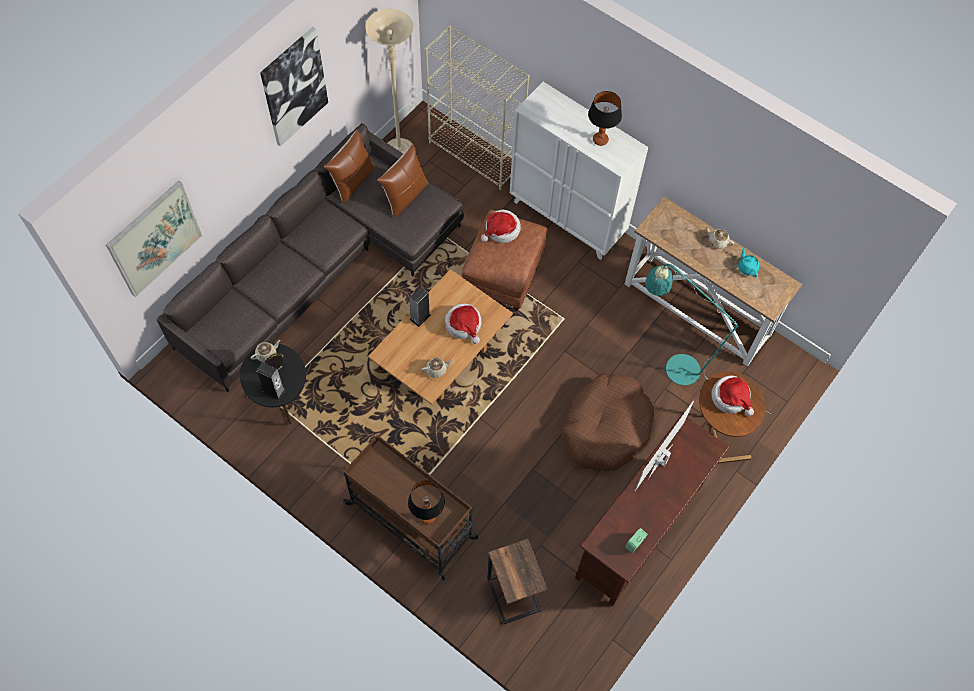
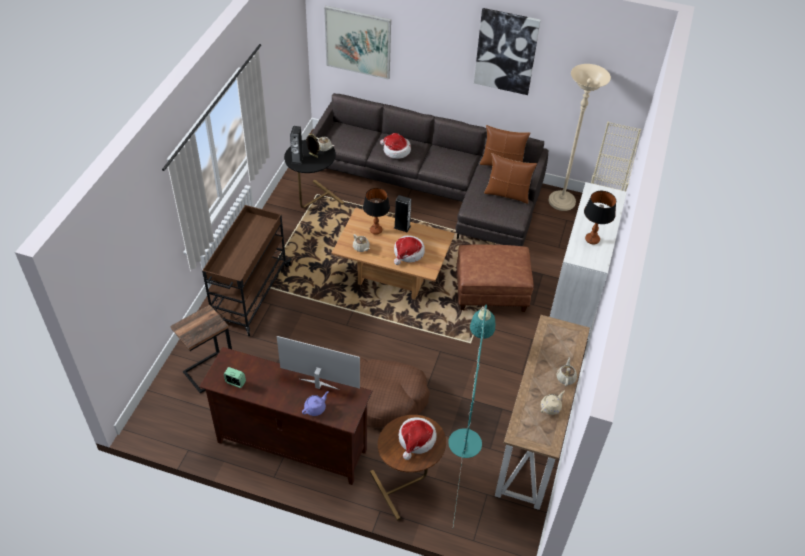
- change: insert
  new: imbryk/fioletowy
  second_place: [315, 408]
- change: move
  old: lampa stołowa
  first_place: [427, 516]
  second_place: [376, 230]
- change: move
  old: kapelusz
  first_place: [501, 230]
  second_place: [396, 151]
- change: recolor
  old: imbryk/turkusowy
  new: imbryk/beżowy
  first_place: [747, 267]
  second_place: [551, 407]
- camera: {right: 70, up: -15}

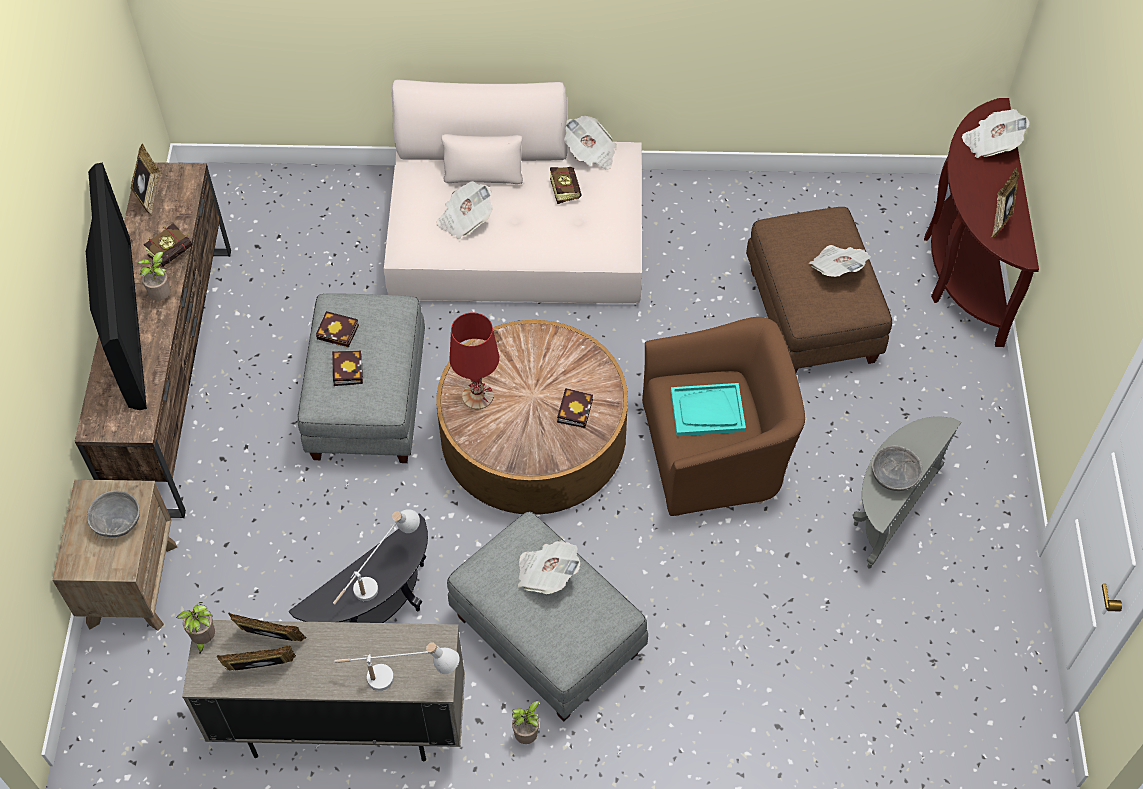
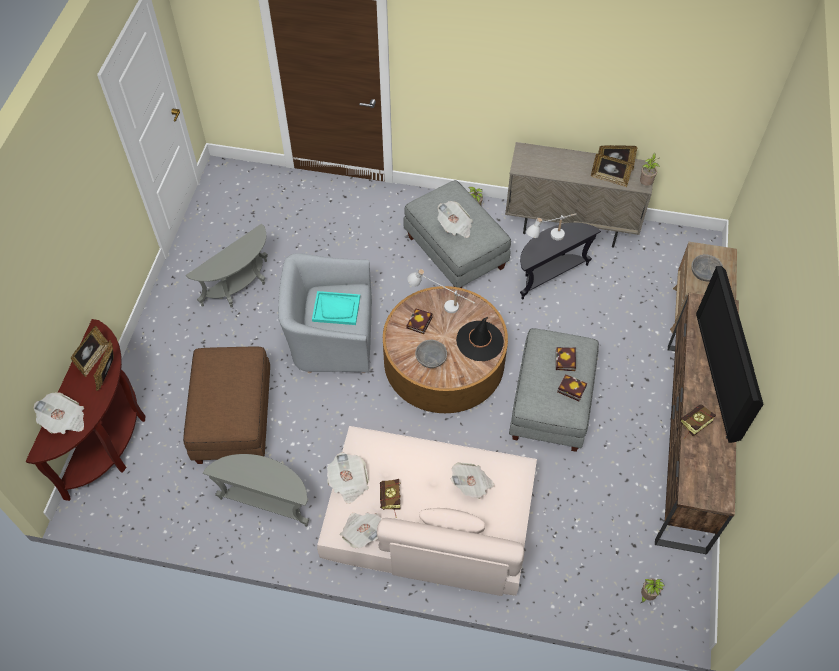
- change: insert
  new: stolik/szary
  second_place: [267, 501]
- change: move
  old: ramka na zdjęcie
  first_place: [149, 194]
  second_place: [108, 374]
- change: move
  old: roślina doniczkowa
  first_place: [163, 296]
  second_place: [646, 595]
- change: move
  old: lampa stołowa/biały
  first_place: [400, 680]
  second_place: [440, 305]
- change: move
  old: gazeta
  first_place: [837, 269]
  second_place: [348, 483]
- change: move
  old: miska/szary
  first_place: [894, 476]
  second_place: [430, 359]
- change: replace
  old: lampa stołowa/czerwony
  new: kapelusz/czarny
  first_place: [478, 396]
  second_place: [480, 341]
- change: recolor
  old: fotel/brązowy
  new: fotel/szary
  first_place: [715, 451]
  second_place: [331, 337]
- camera: {right: -170, up: 0}

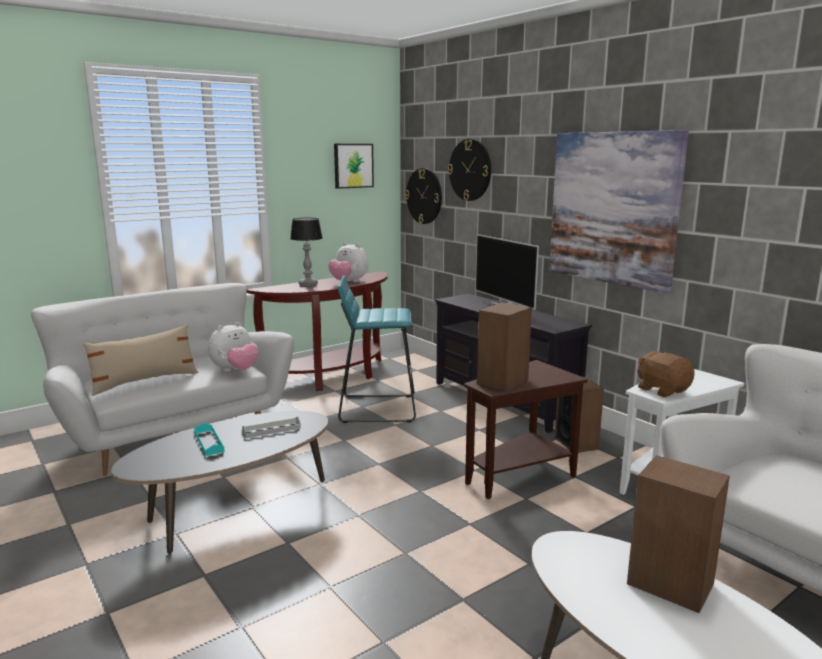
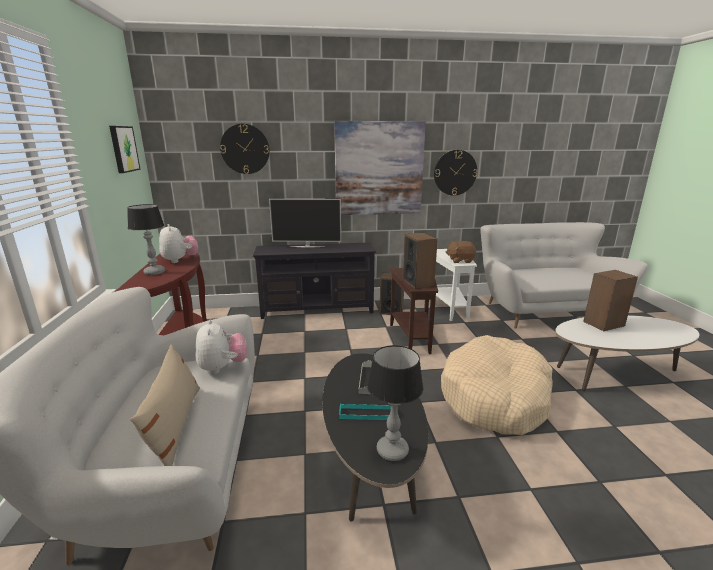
- change: delete
  old: stołek/turkusowy
  first_place: [377, 408]
- change: insert
  new: lampa stołowa
  second_place: [393, 451]
- change: insert
  new: legowisko/beżowy
  second_place: [495, 397]
- change: move
  old: zegar ścienny
  first_place: [424, 196]
  second_place: [455, 172]
- change: rotate
  old: pluszak
  first_place: [348, 282]
  second_place: [180, 260]
  degrees: -90
- camera: {right: -60, up: 5}

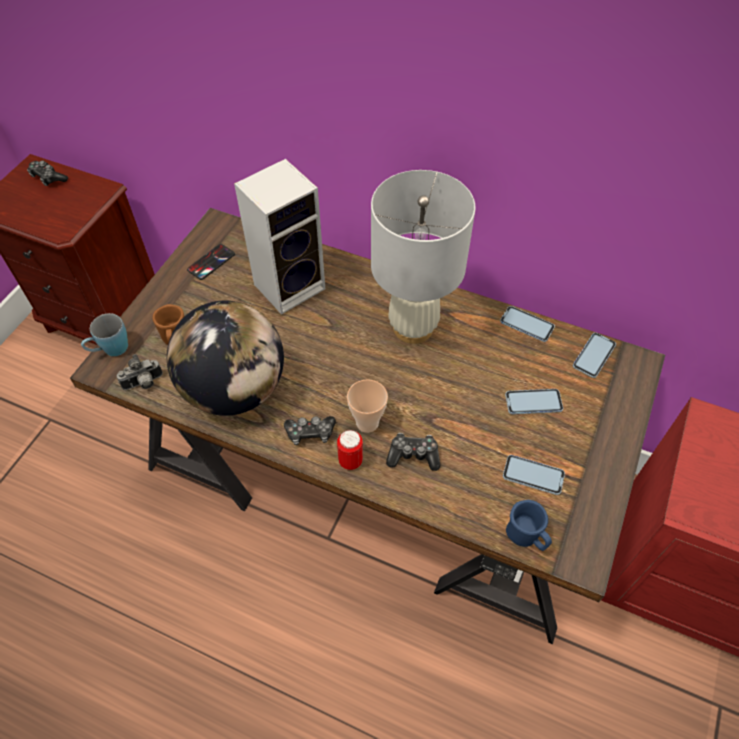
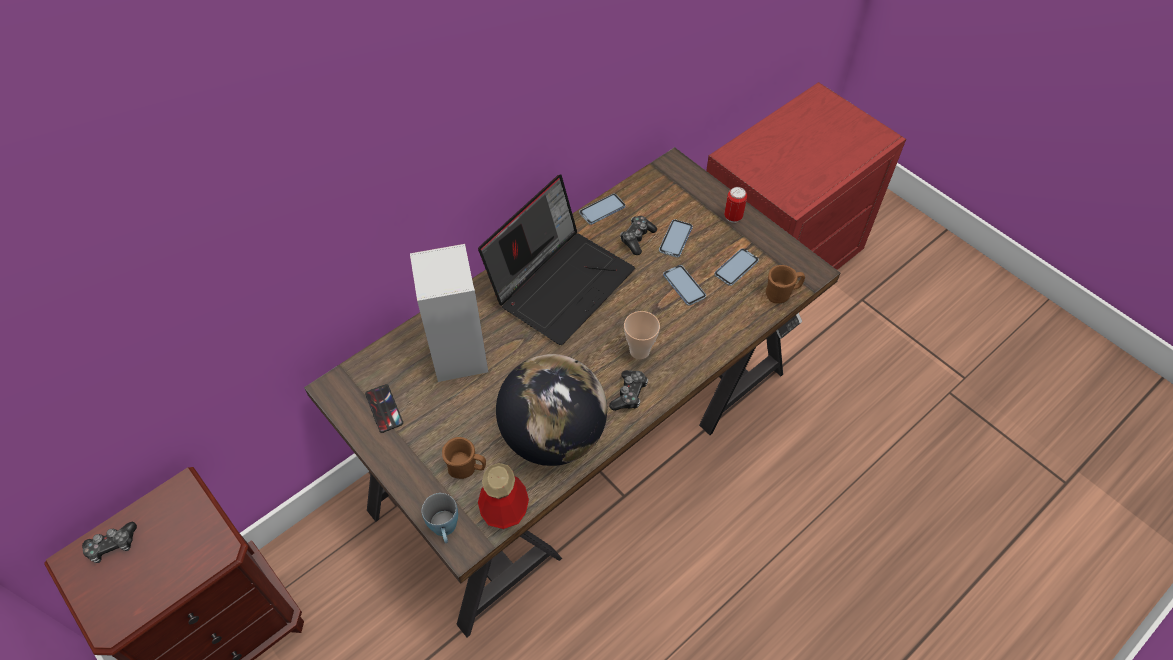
- change: move
  old: puszka
  first_place: [350, 461]
  second_place: [733, 217]
- change: move
  old: pad do gier
  first_place: [413, 455]
  second_place: [637, 238]
- change: move
  old: telefon
  first_place: [594, 356]
  second_place: [684, 286]
- change: replace
  old: aparat fotograficzny
  new: butelka
  first_place: [144, 383]
  second_place: [505, 510]
- change: replace
  old: lampa stołowa/biały
  new: laptop
  first_place: [413, 327]
  second_place: [561, 282]
- change: recolor
  old: kubek/niebieski
  new: kubek/brązowy
  first_place: [526, 537]
  second_place: [781, 294]
- camera: {right: -65, up: 0}

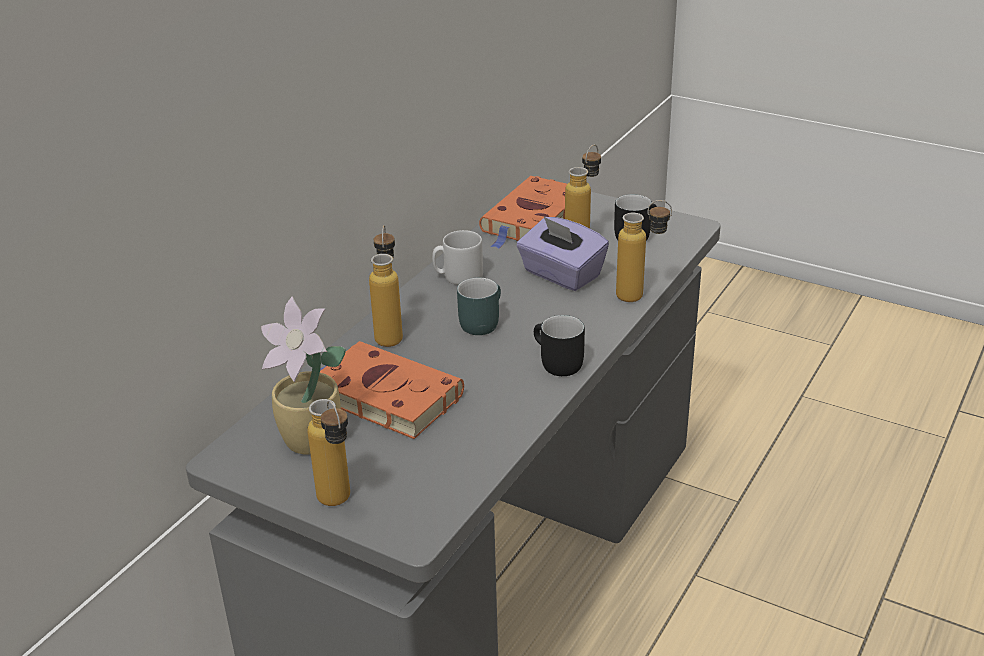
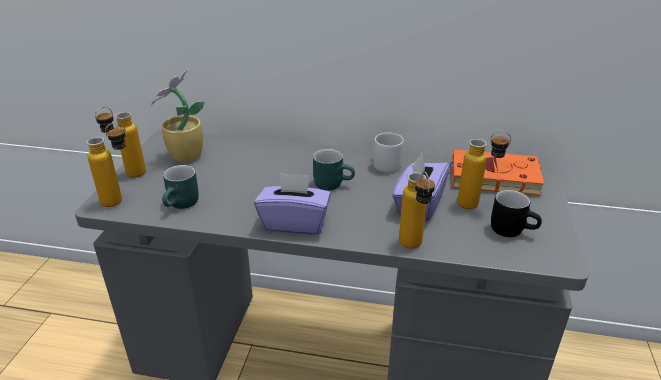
- change: delete
  old: książka/pomarańczowy
  first_place: [383, 395]
- change: insert
  new: kubek/turkusowy
  second_place: [183, 204]
- change: move
  old: butelka
  first_place: [390, 333]
  second_place: [121, 200]
- change: replace
  old: kubek/czarny
  new: pudełko chusteczek/fioletowy
  first_place: [555, 364]
  second_place: [295, 223]
- camera: {right: 70, up: 0}

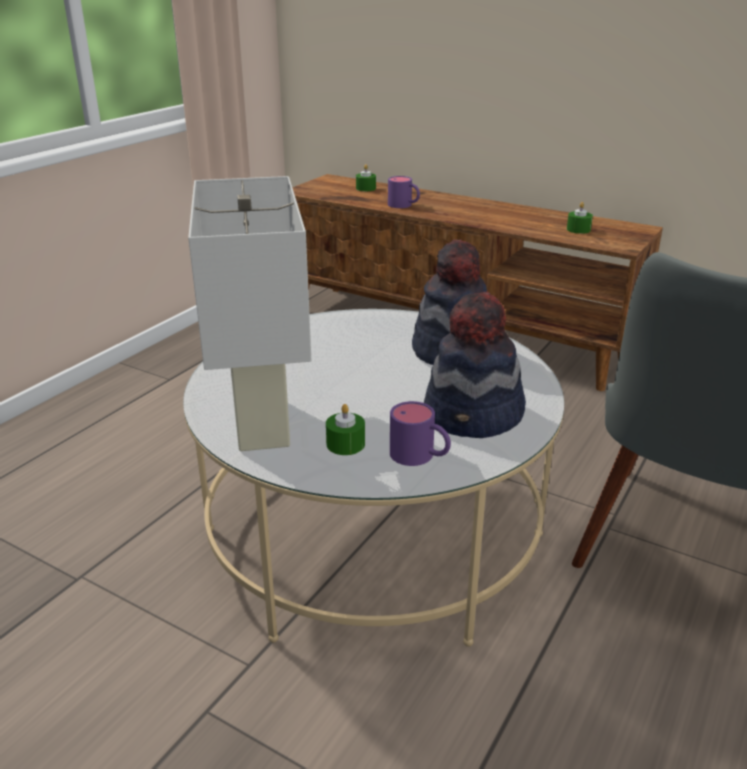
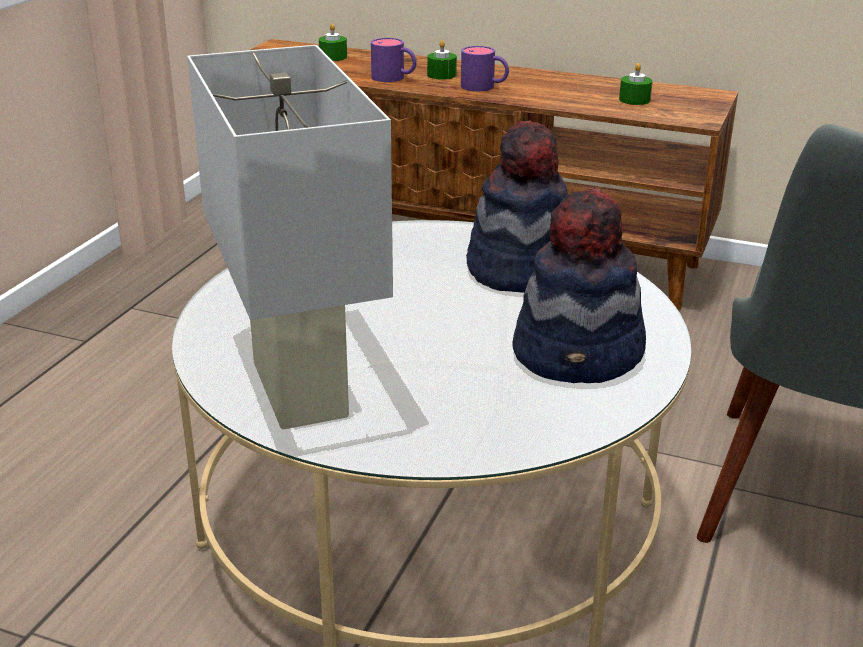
- change: move
  old: świeca/zielony
  first_place: [345, 444]
  second_place: [441, 75]
- change: move
  old: kubek/fioletowy
  first_place: [420, 456]
  second_place: [484, 87]
- camera: {right: -10, up: 0}

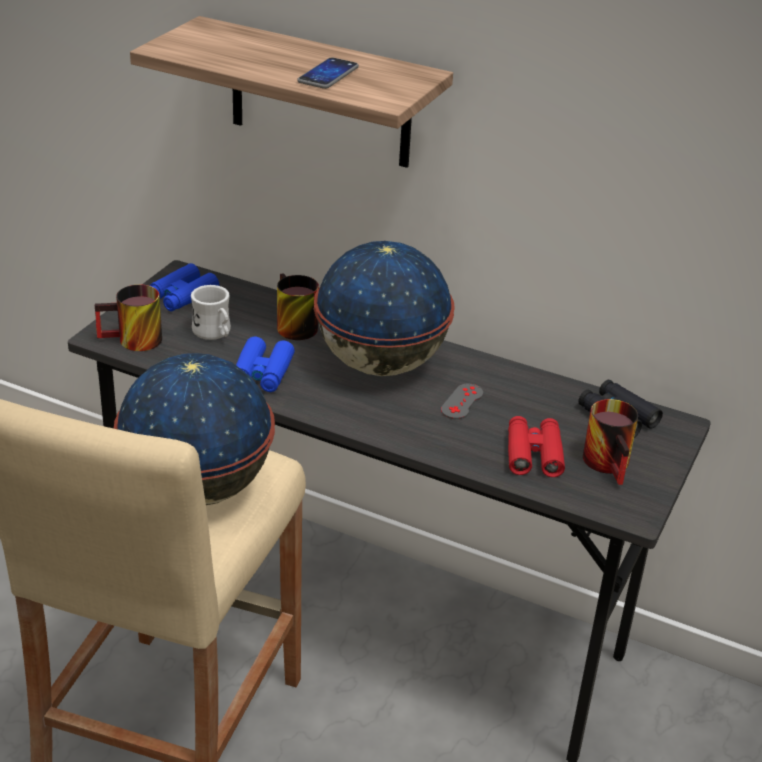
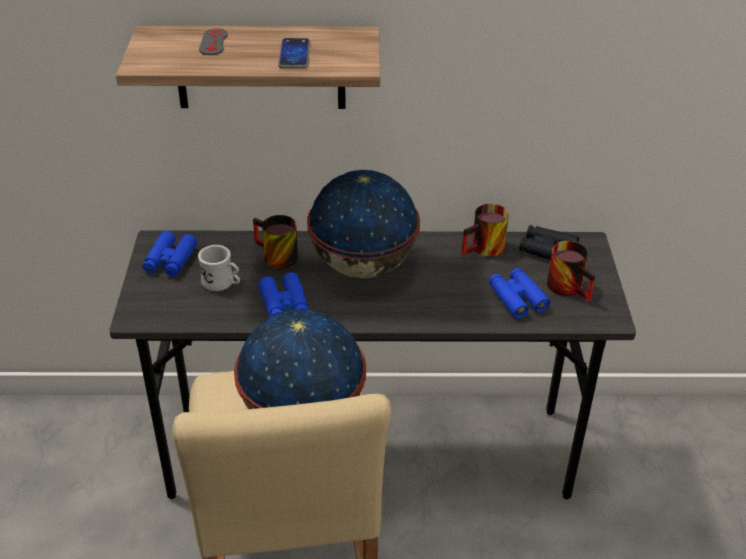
- change: move
  old: kubek
  first_place: [132, 342]
  second_place: [485, 250]
- change: move
  old: pad do gier/szary
  first_place: [462, 402]
  second_place: [213, 42]
- change: recolor
  old: lornetka/czerwony
  new: lornetka/niebieski
  first_place: [533, 454]
  second_place: [517, 298]
- camera: {right: -25, up: 5}

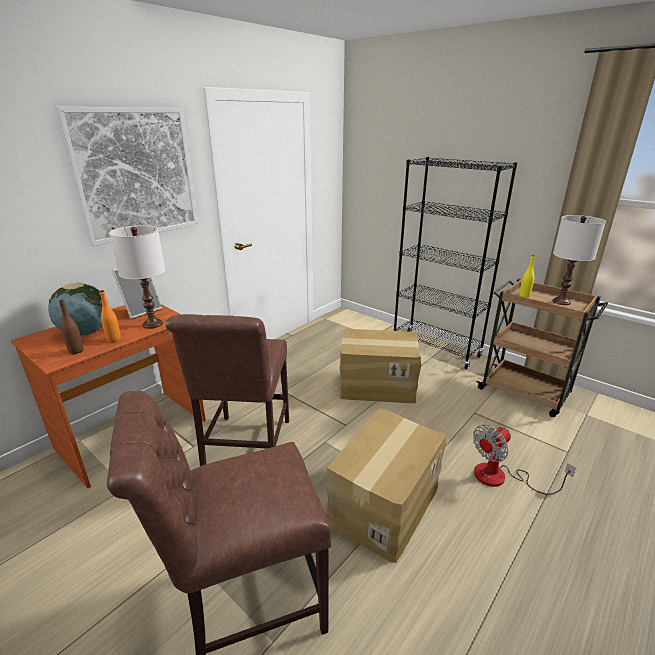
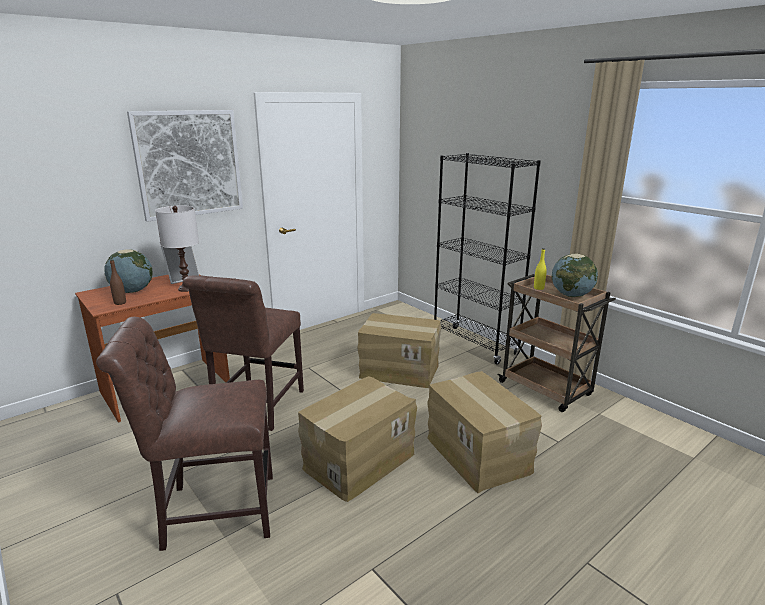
- change: delete
  old: butelka/pomarańczowy
  first_place: [114, 339]
- change: replace
  old: wentylator
  new: karton
  first_place: [501, 477]
  second_place: [479, 454]
- change: replace
  old: lampa stołowa/biały
  new: globus
  first_place: [561, 302]
  second_place: [571, 295]
- camera: {right: 10, up: -5}

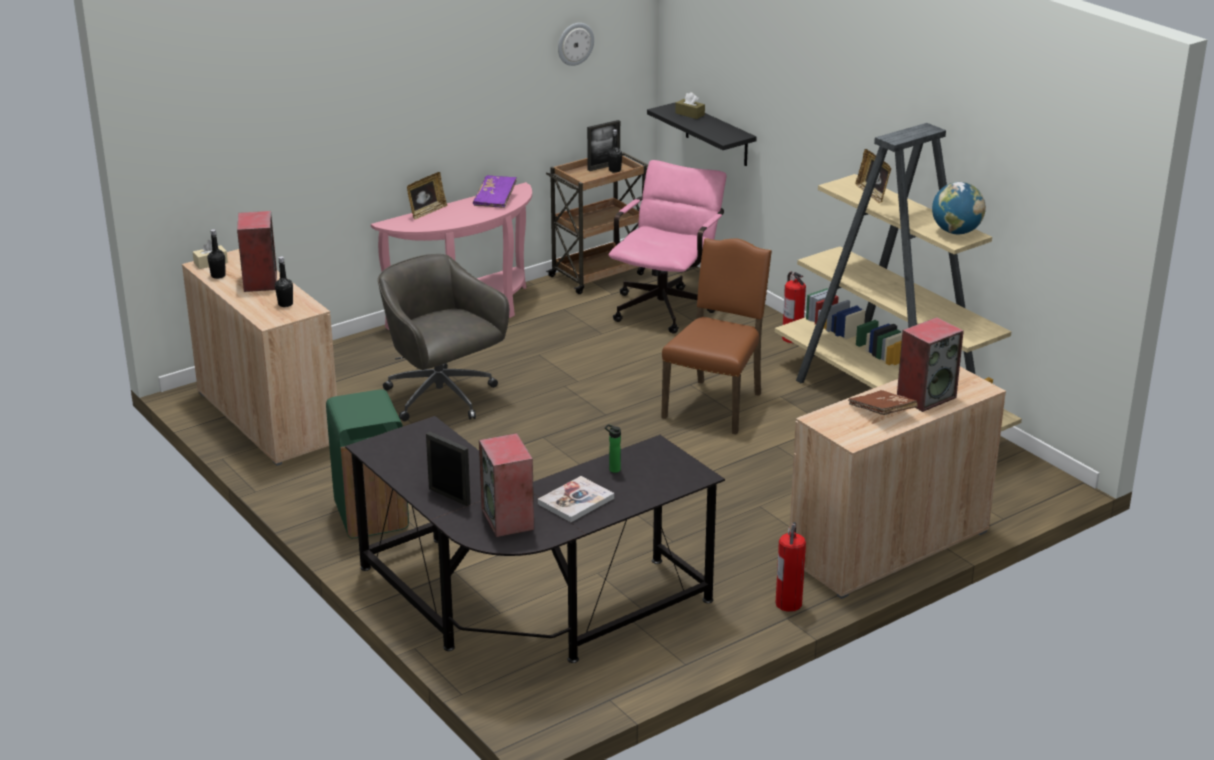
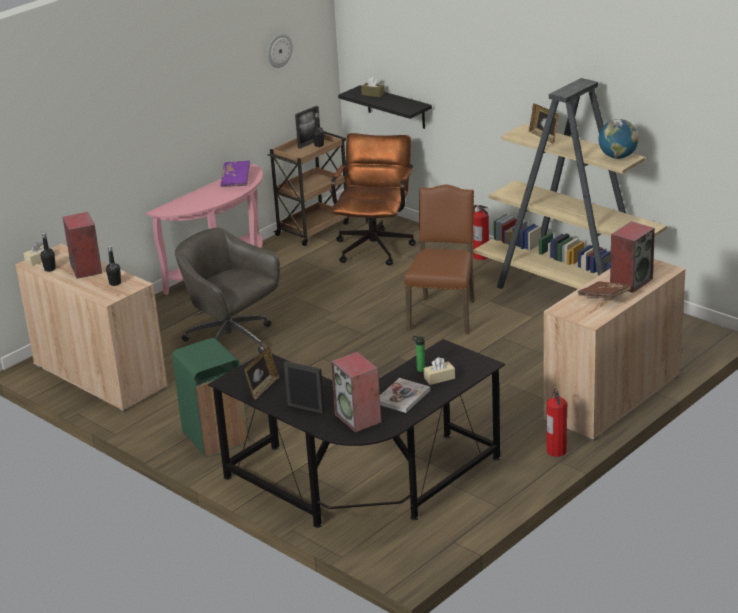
- change: insert
  new: pudełko chusteczek/beżowy
  second_place: [439, 378]
- change: move
  old: ramka na zdjęcie
  first_place: [426, 212]
  second_place: [262, 388]
- change: recolor
  old: krzesło biurowe/różowy
  new: krzesło biurowe/brązowy
  first_place: [666, 306]
  second_place: [376, 245]
- camera: {right: -10, up: 0}

